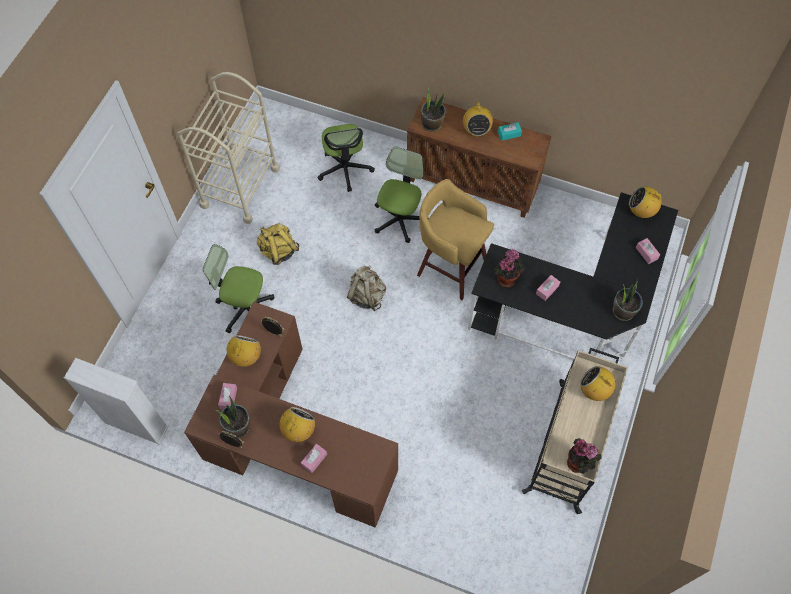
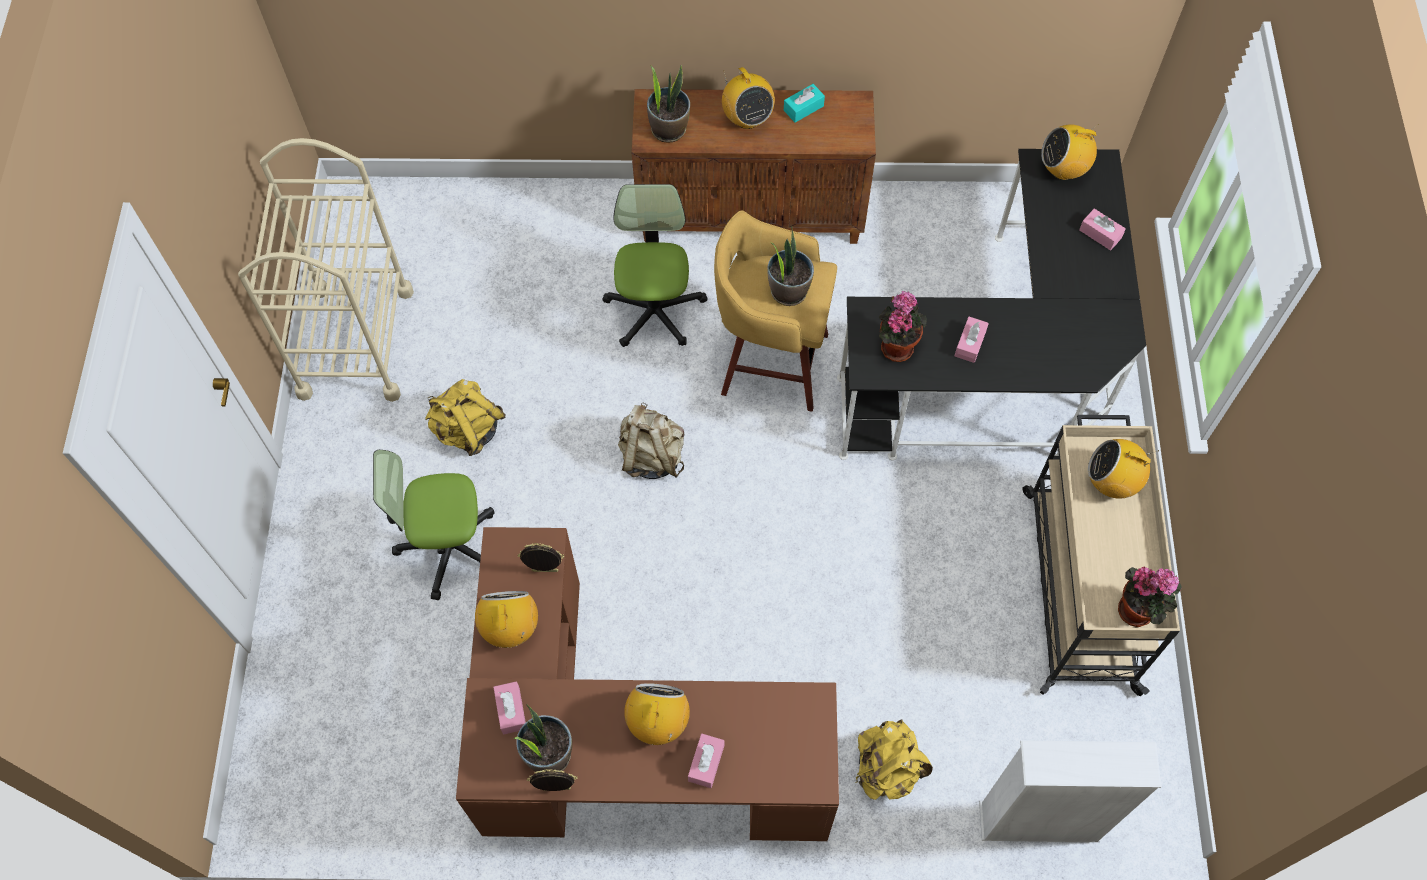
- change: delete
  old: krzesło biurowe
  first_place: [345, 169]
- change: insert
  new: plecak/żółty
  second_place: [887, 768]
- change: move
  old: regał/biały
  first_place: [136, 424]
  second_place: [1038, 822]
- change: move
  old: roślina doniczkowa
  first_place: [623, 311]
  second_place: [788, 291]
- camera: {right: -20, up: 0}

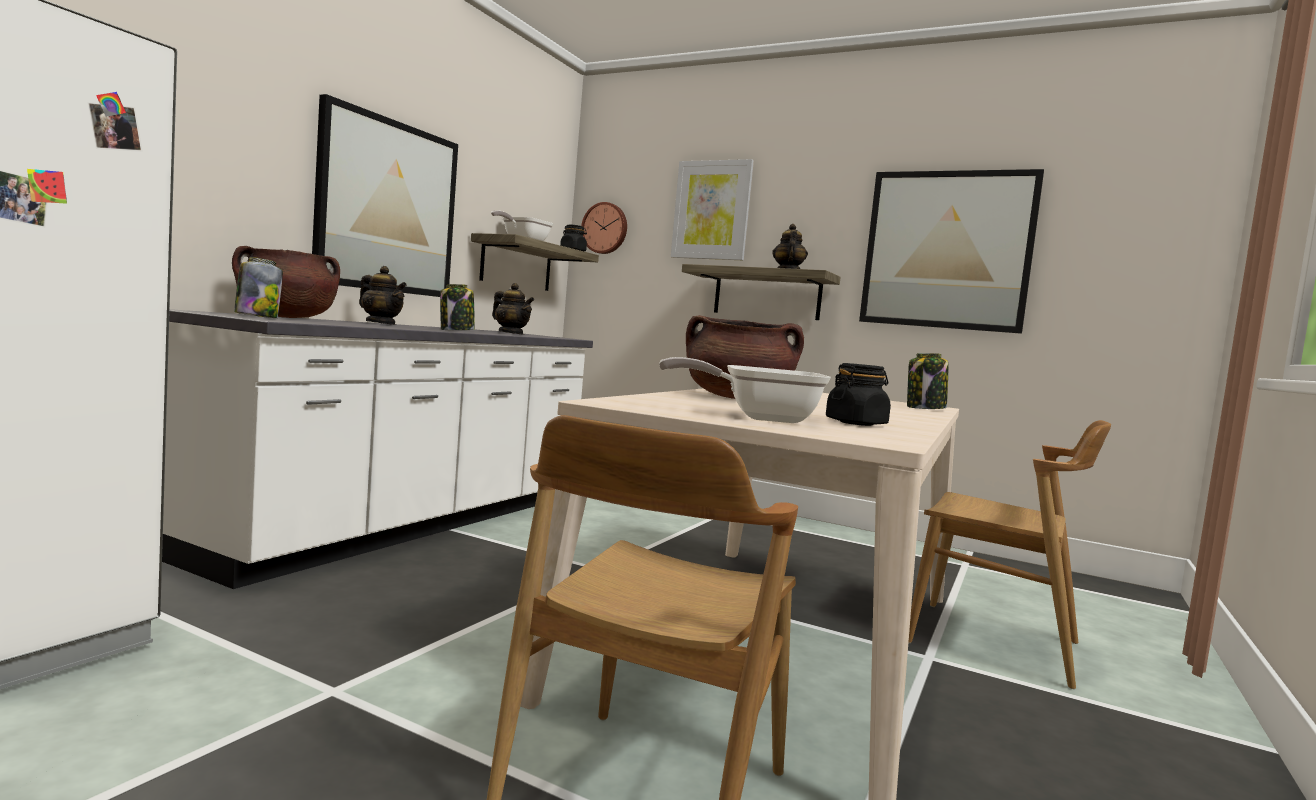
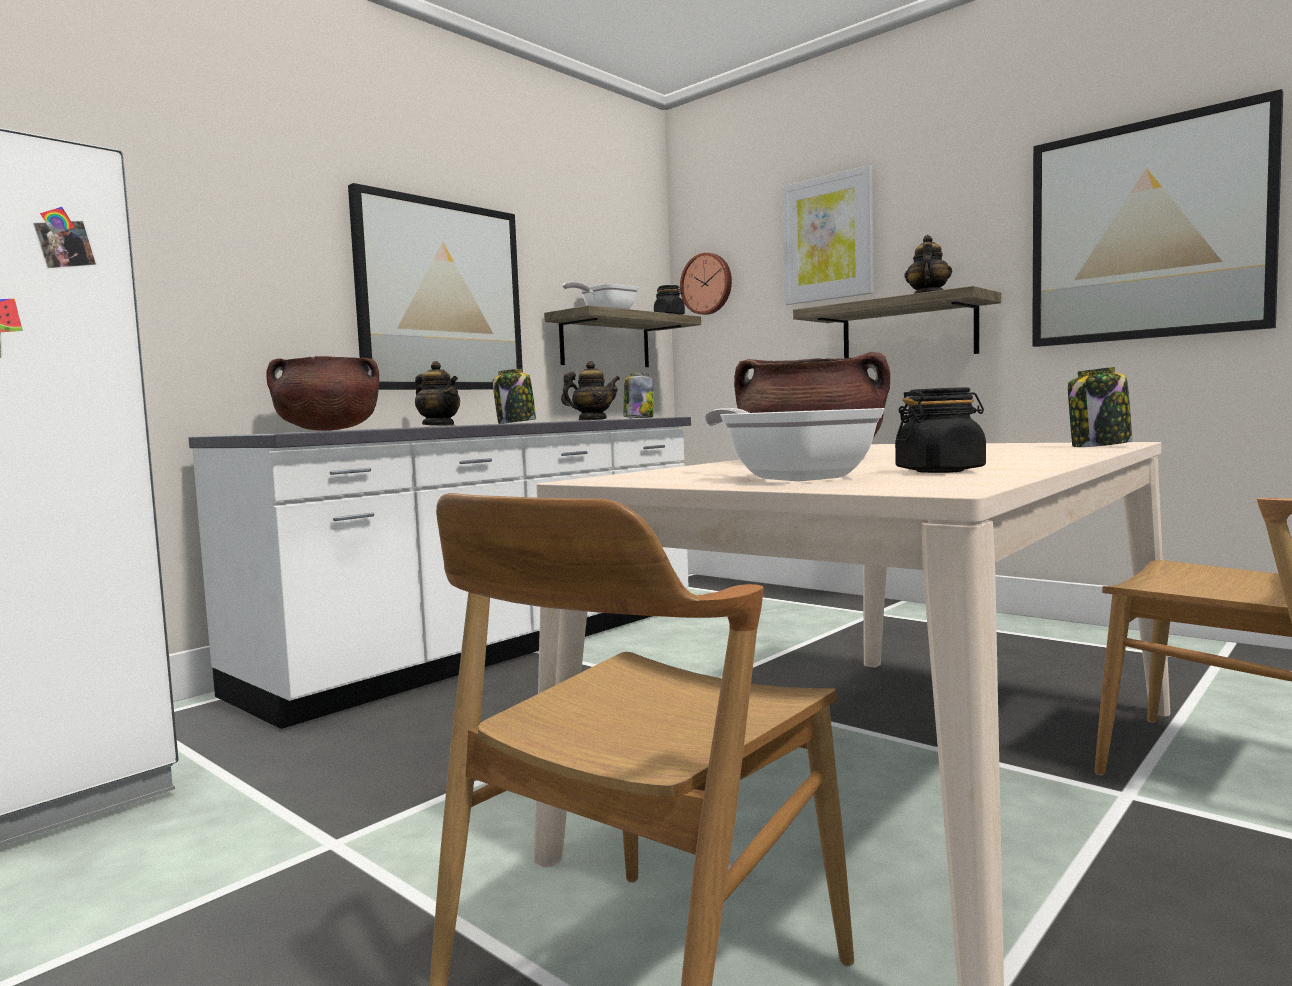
- change: move
  old: słoik
  first_place: [256, 317]
  second_place: [638, 418]
- change: rotate
  old: imbryk
  first_place: [511, 333]
  second_place: [592, 420]
  degrees: -75
- change: rotate
  old: patelnia
  first_place: [758, 418]
  second_place: [791, 477]
  degrees: 45
- camera: {right: 15, up: 0}

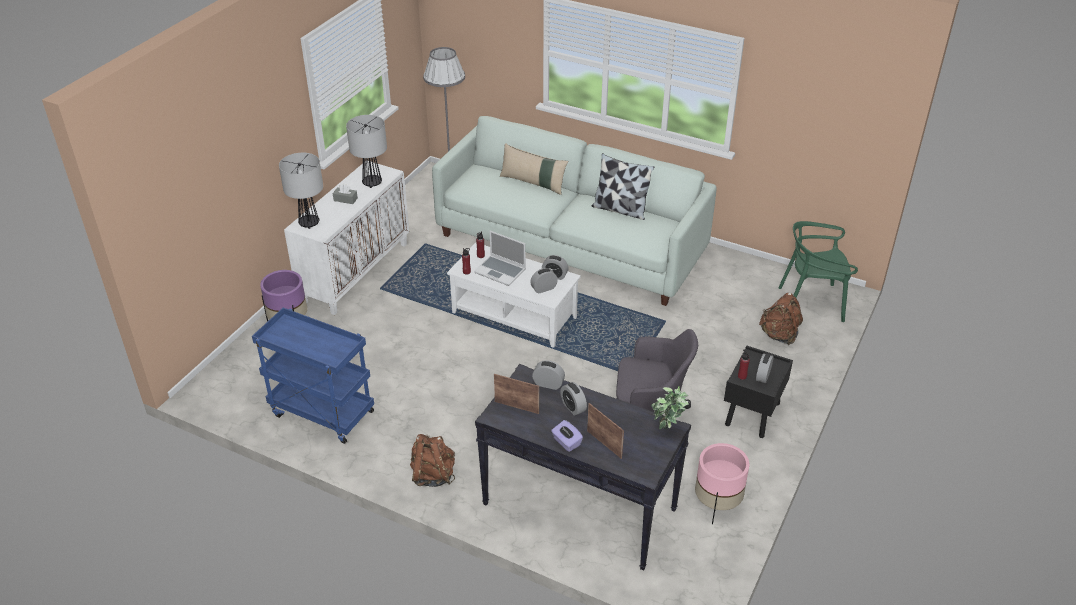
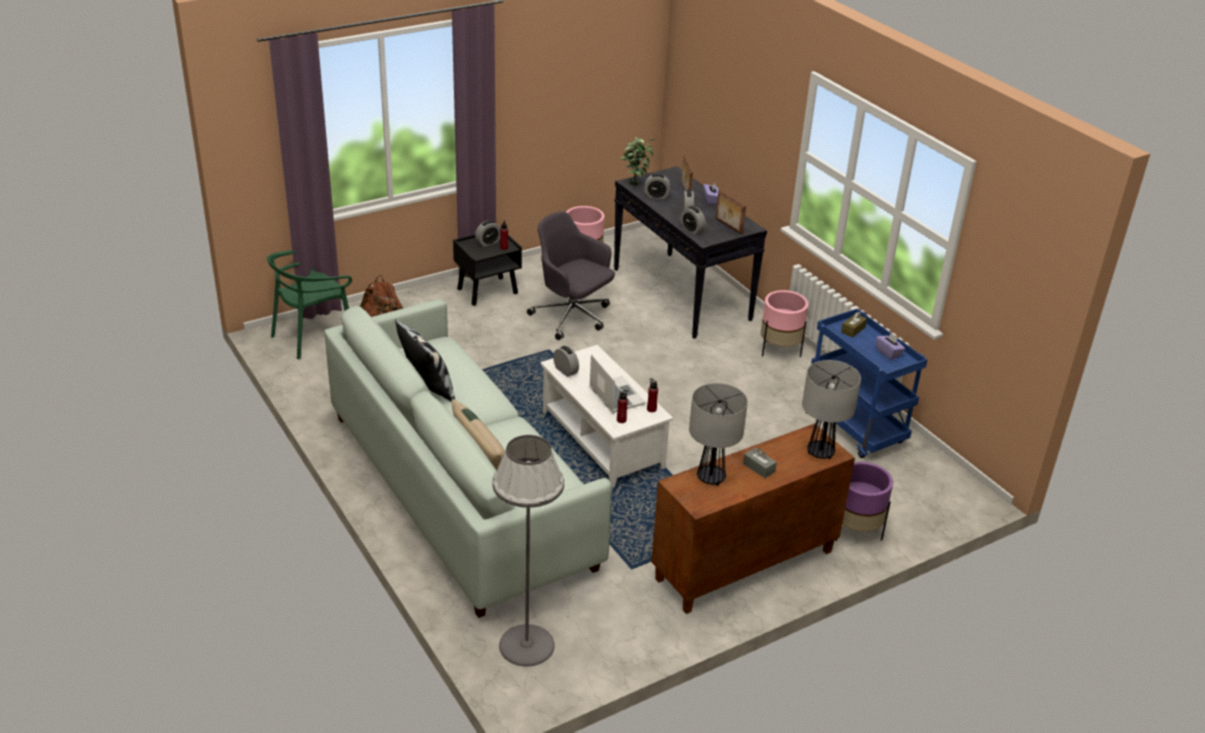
- change: insert
  new: pudełko chusteczek/brązowy
  second_place: [853, 330]
- change: insert
  new: pudełko chusteczek/fioletowy
  second_place: [888, 353]
- change: move
  old: budzik
  first_place: [543, 288]
  second_place: [656, 196]
- change: replace
  old: plecak/brązowy
  new: donica/różowy
  first_place: [433, 475]
  second_place: [779, 350]
- change: recolor
  old: szafka/biały
  new: szafka/brązowy
  first_place: [356, 272]
  second_place: [744, 566]
- change: rotate
  old: krzesło/zielony
  first_place: [811, 302]
  second_place: [313, 336]
  degrees: 105
- camera: {right: -150, up: -5}

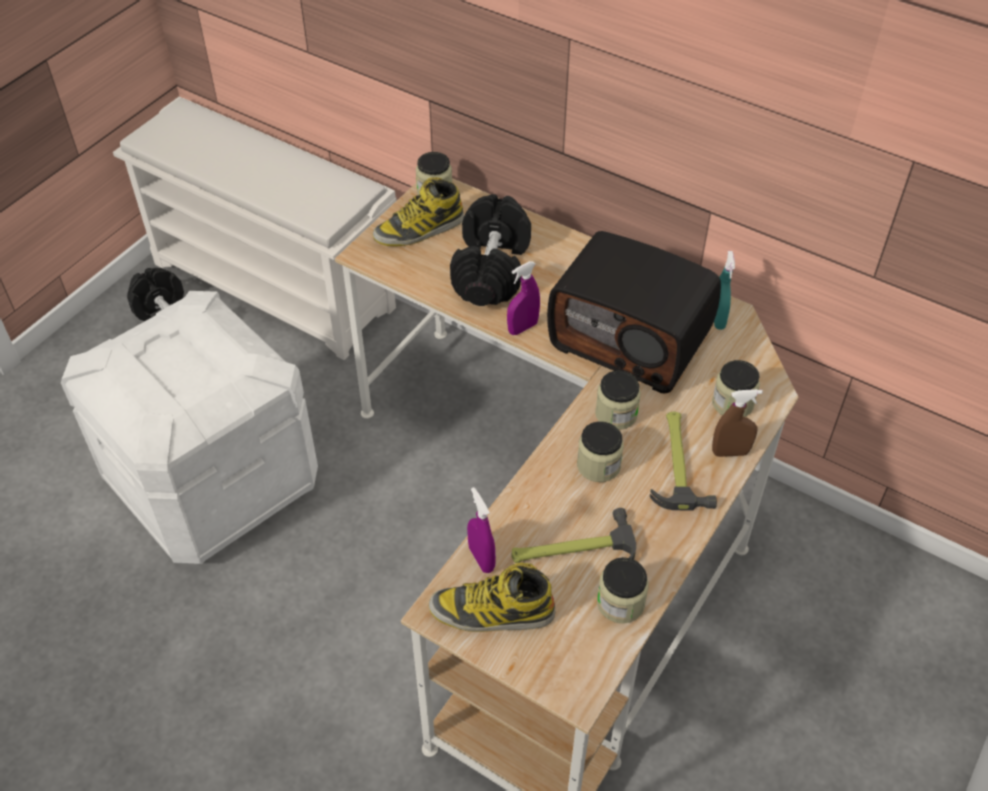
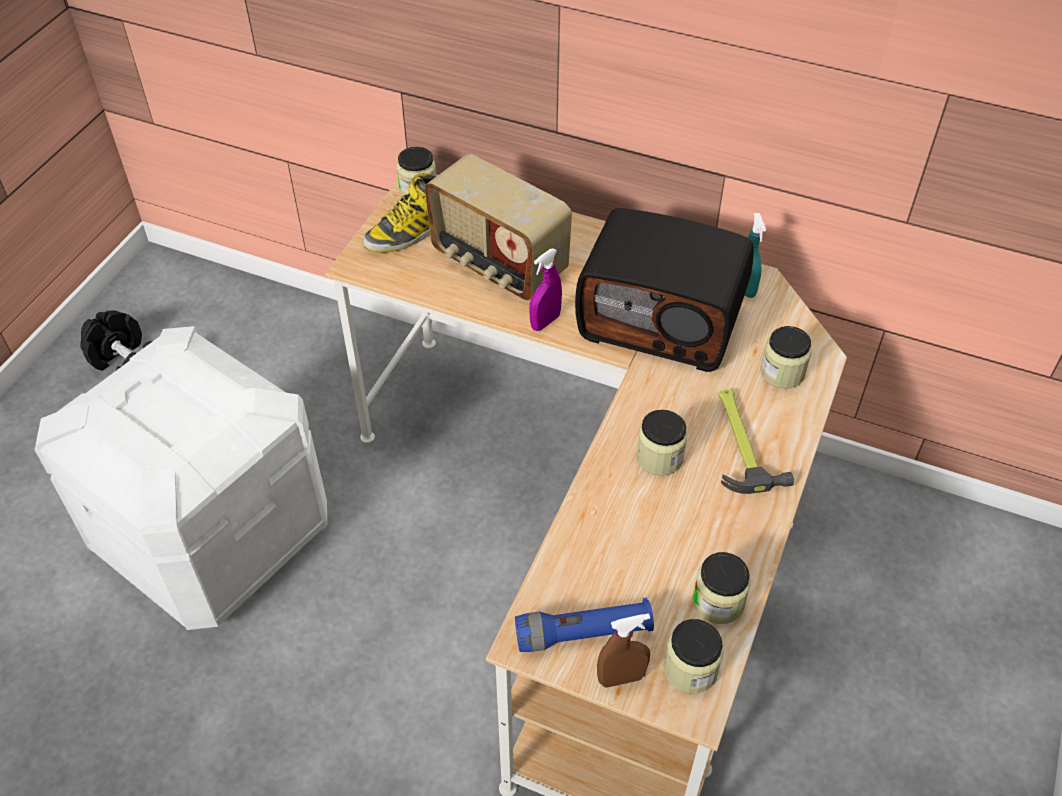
- change: delete
  old: regał na buty/biały
  first_place: [276, 285]
- change: delete
  old: spryskiwacz/fioletowy
  first_place: [481, 559]
- change: delete
  old: młotek
  first_place: [572, 550]
- change: move
  old: słoik
  first_place: [616, 414]
  second_place: [690, 669]
- change: move
  old: spryskiwacz/brązowy
  first_place: [730, 452]
  second_place: [621, 678]
- change: replace
  old: but z cholewką
  new: latarka/niebieski
  first_place: [492, 612]
  second_place: [583, 634]
- change: replace
  old: hantel/czarny
  new: radio
  first_place: [491, 269]
  second_place: [497, 264]
- camera: {right: -10, up: 0}

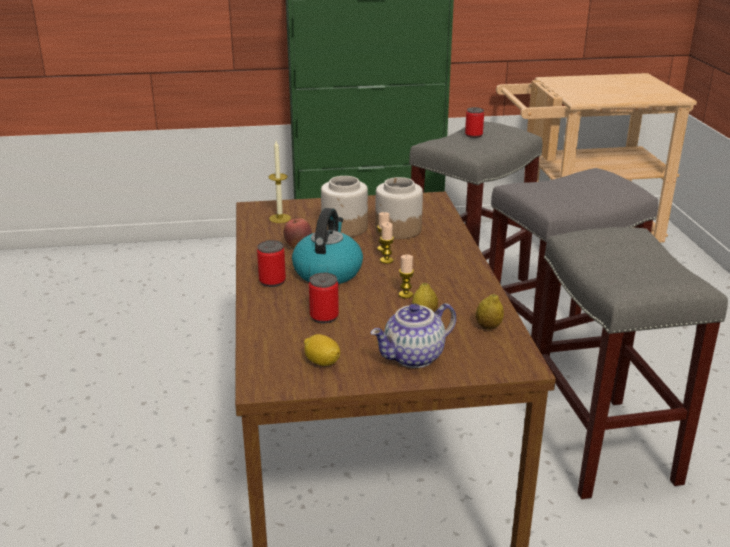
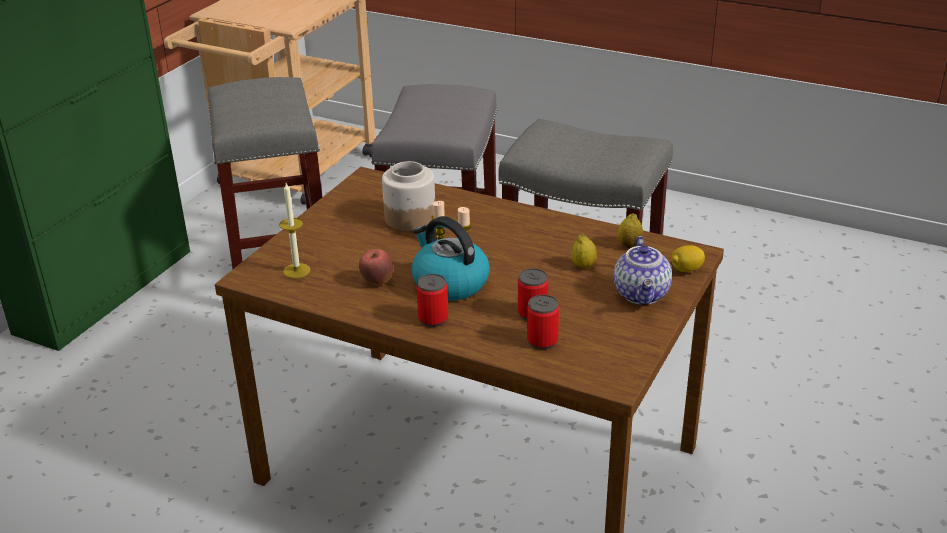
- change: delete
  old: słoik
  first_place: [345, 227]
- change: delete
  old: świeca
  first_place: [405, 294]
- change: move
  old: cytryna
  first_place: [322, 362]
  second_place: [686, 270]
- change: move
  old: puszka
  first_place: [473, 135]
  second_place: [542, 341]
- camera: {right: -55, up: 5}

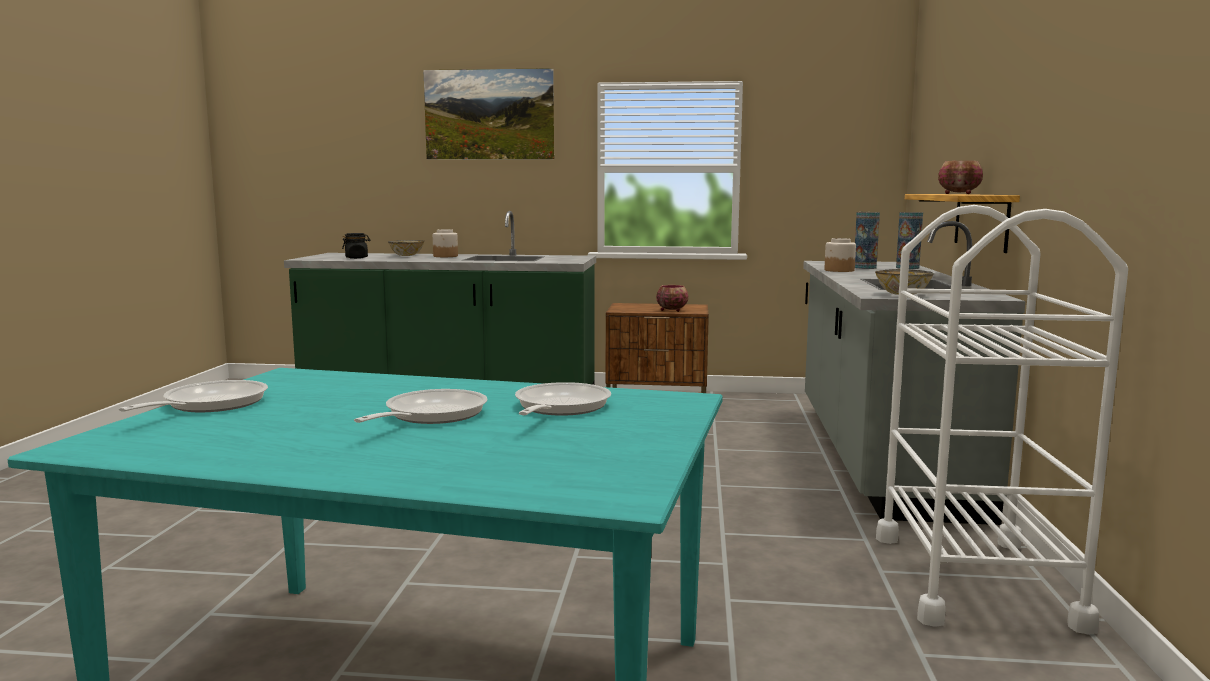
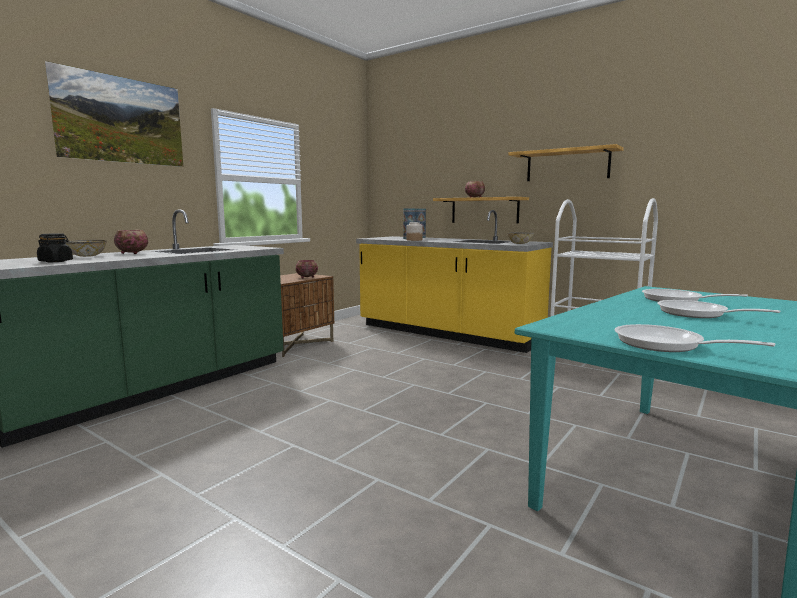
- change: insert
  new: półka
  second_place: [567, 165]
- change: replace
  old: słoik
  new: miska
  first_place: [446, 256]
  second_place: [132, 253]
- change: recolor
  old: zabudowa kuchenna/szary
  new: zabudowa kuchenna/żółty
  first_place: [879, 454]
  second_place: [447, 333]
- camera: {right: -60, up: 0}

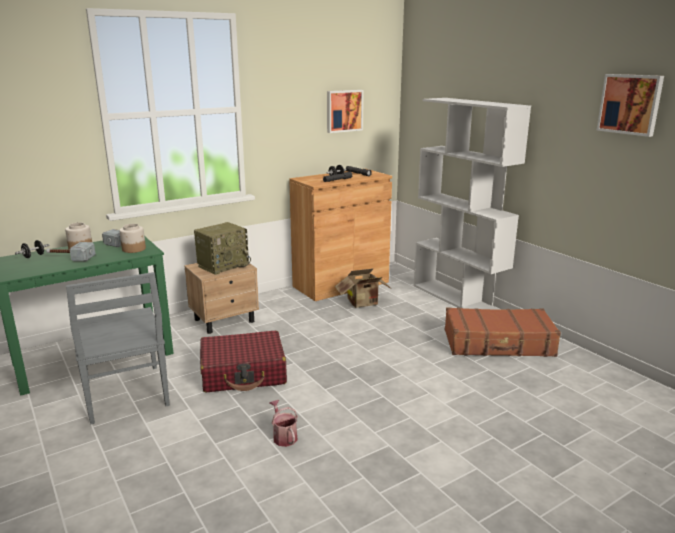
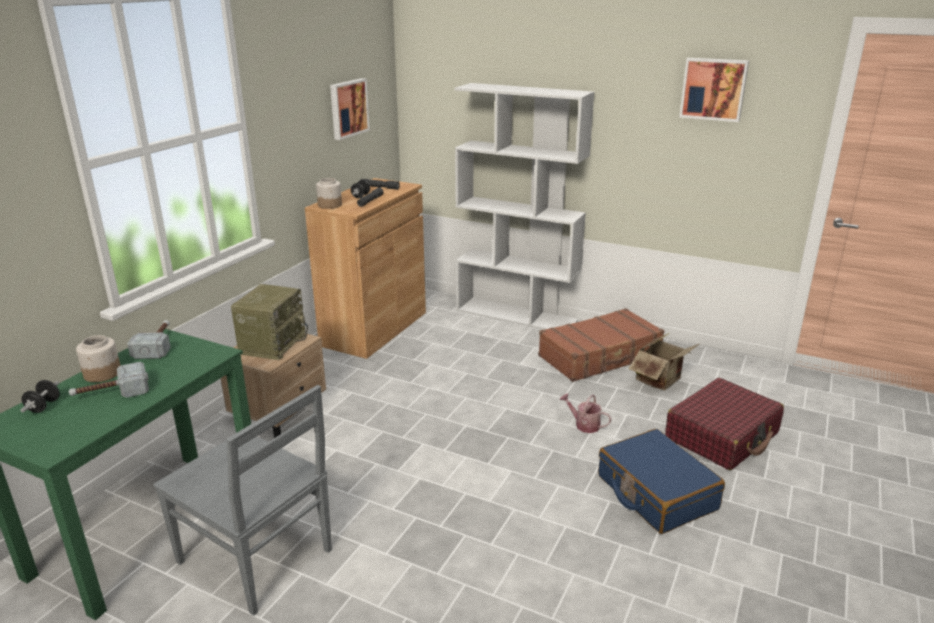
- change: insert
  new: walizka/niebieski
  second_place: [655, 493]
- change: move
  old: słoik
  first_place: [134, 249]
  second_place: [330, 205]
- change: move
  old: walizka/czerwony
  first_place: [244, 373]
  second_place: [722, 436]
- change: move
  old: konewka
  first_place: [283, 436]
  second_place: [584, 424]
- change: move
  old: karton
  first_place: [364, 303]
  second_place: [661, 381]
- camera: {right: -30, up: 5}

